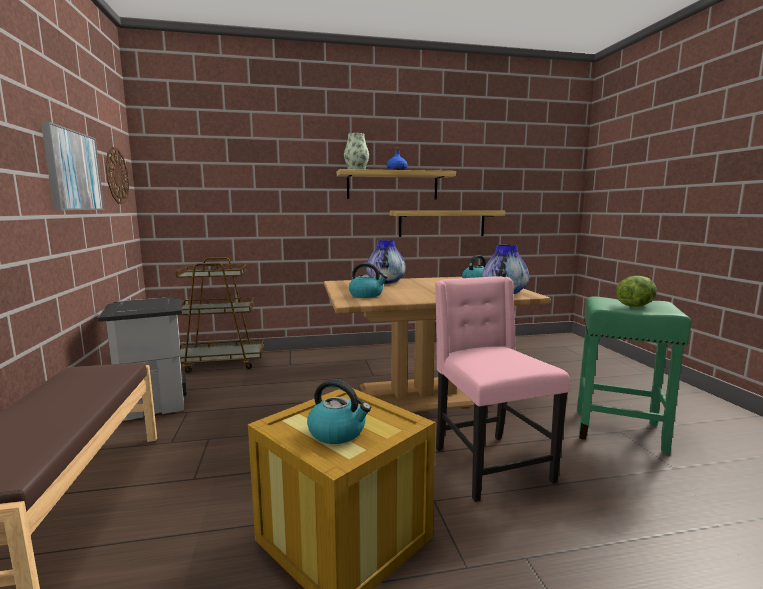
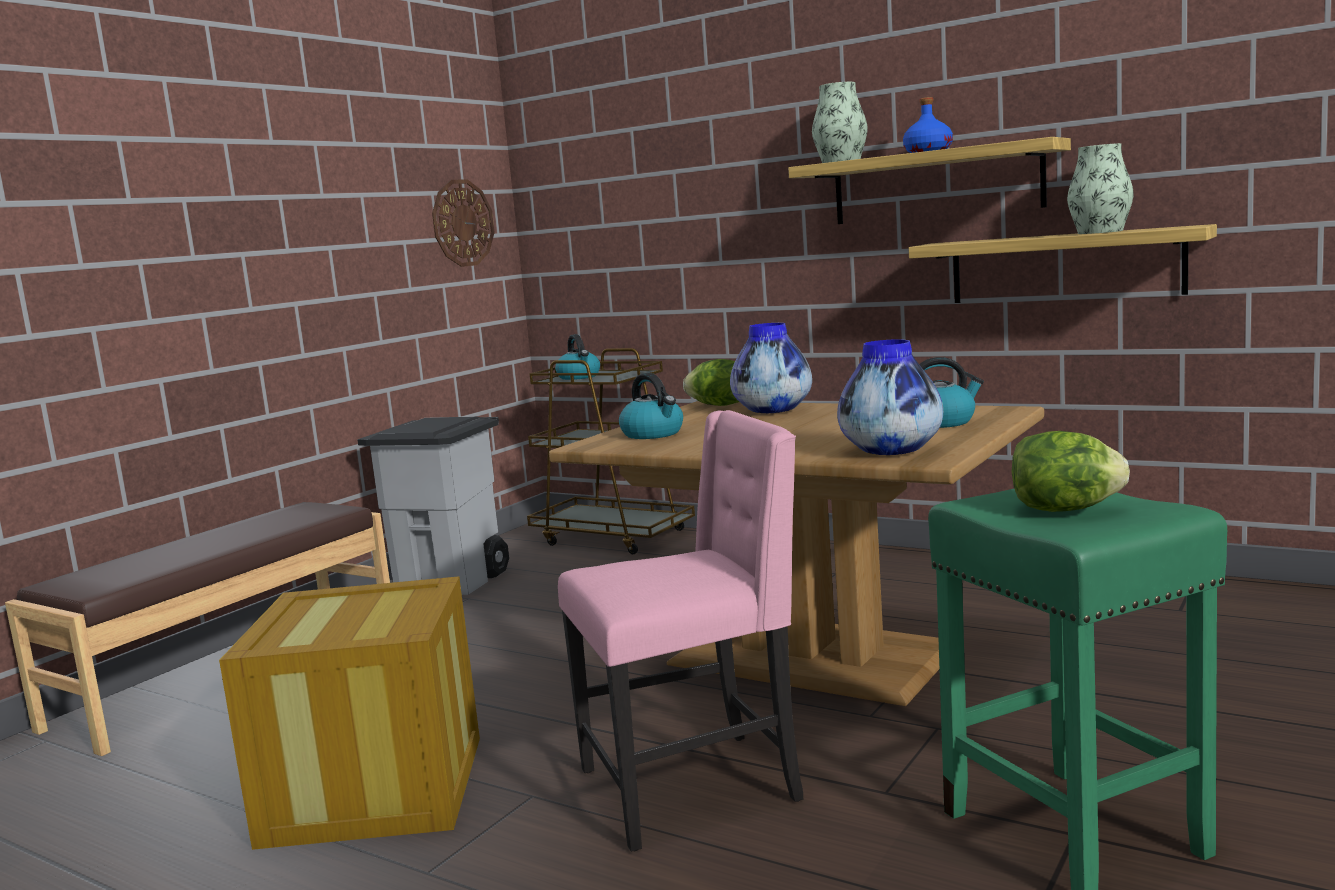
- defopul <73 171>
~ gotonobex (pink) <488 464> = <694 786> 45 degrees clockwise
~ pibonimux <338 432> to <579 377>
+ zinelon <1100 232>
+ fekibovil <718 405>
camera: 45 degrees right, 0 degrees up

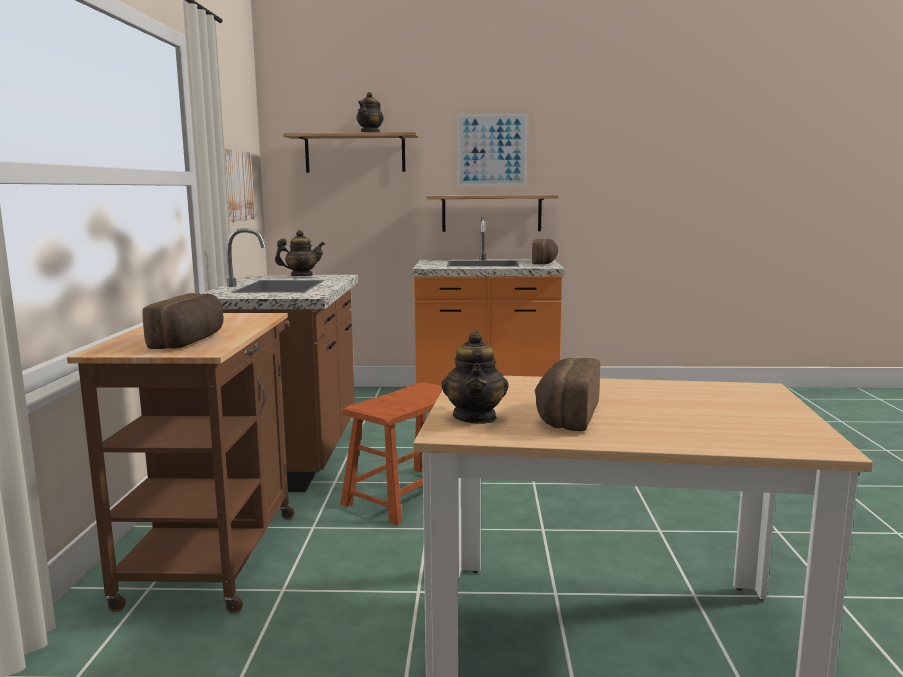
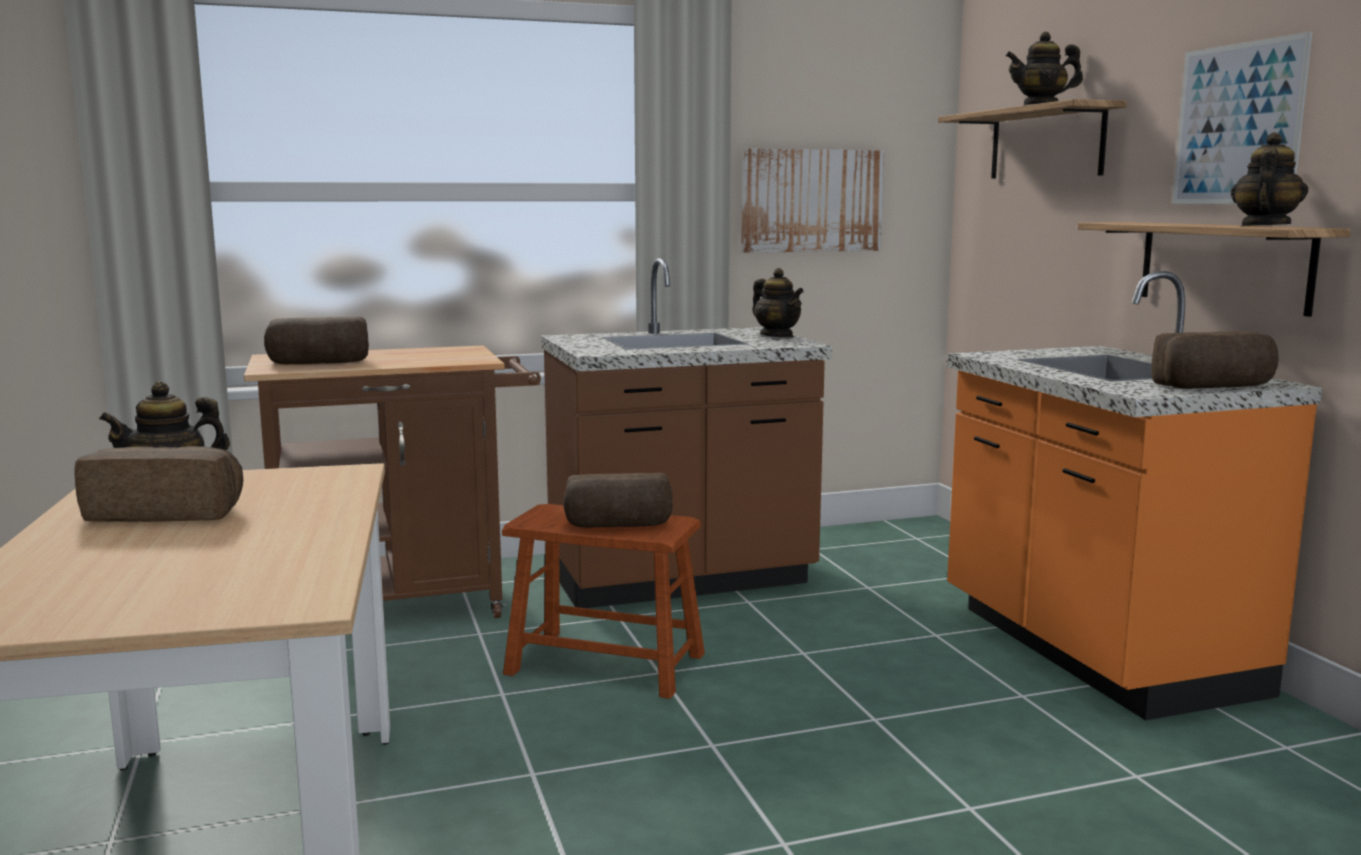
+ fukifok <1264 226>
+ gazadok <618 525>
camera: 70 degrees right, 0 degrees up

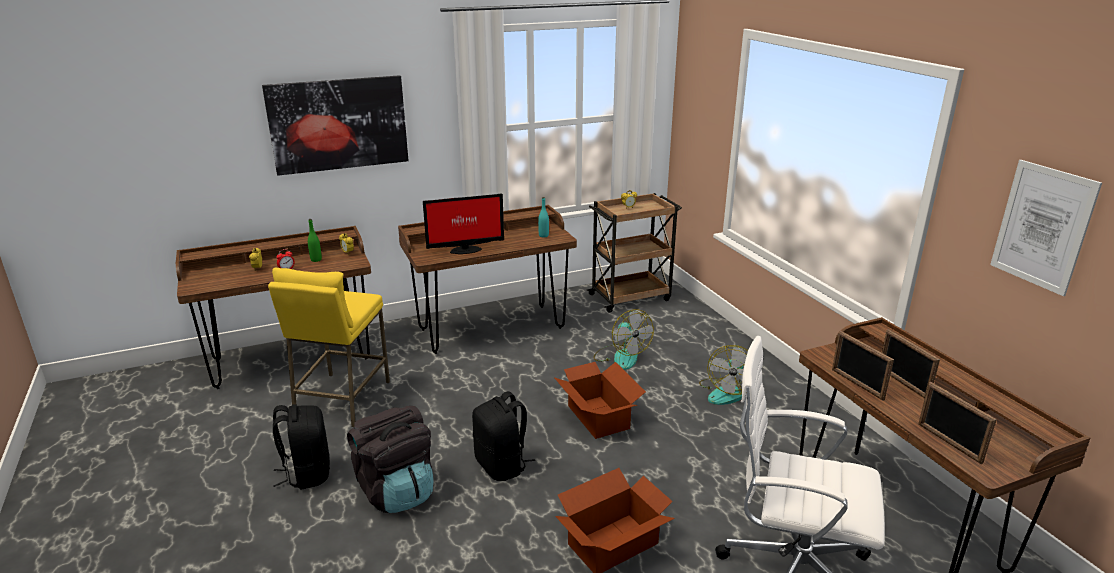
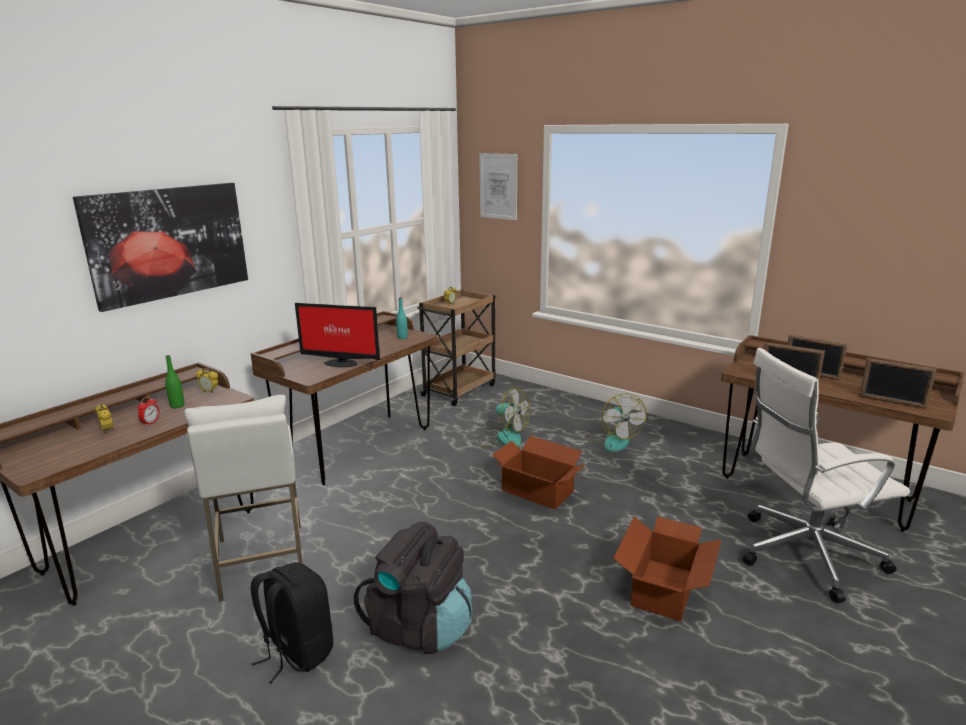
~ defopul <1042 226> to <498 186>
~ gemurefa <464 250> = <340 363> 60 degrees clockwise
~ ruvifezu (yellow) <342 400> to ruvifezu (white) <262 561>
- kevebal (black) <502 466>
camera: 30 degrees left, 5 degrees down

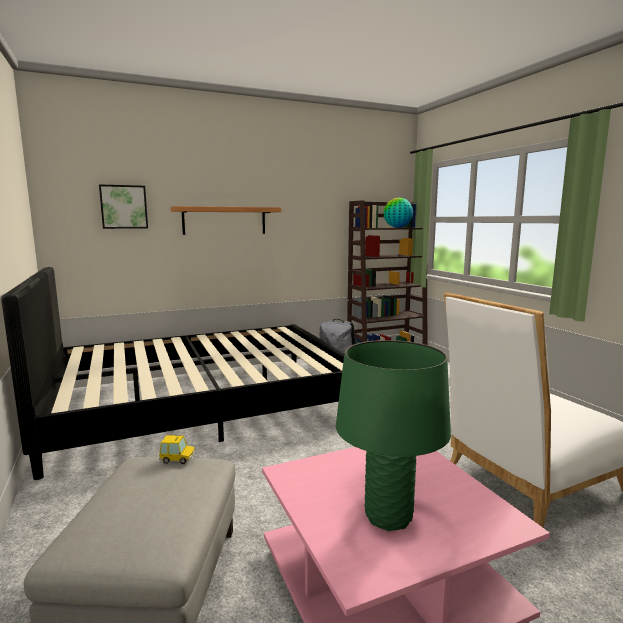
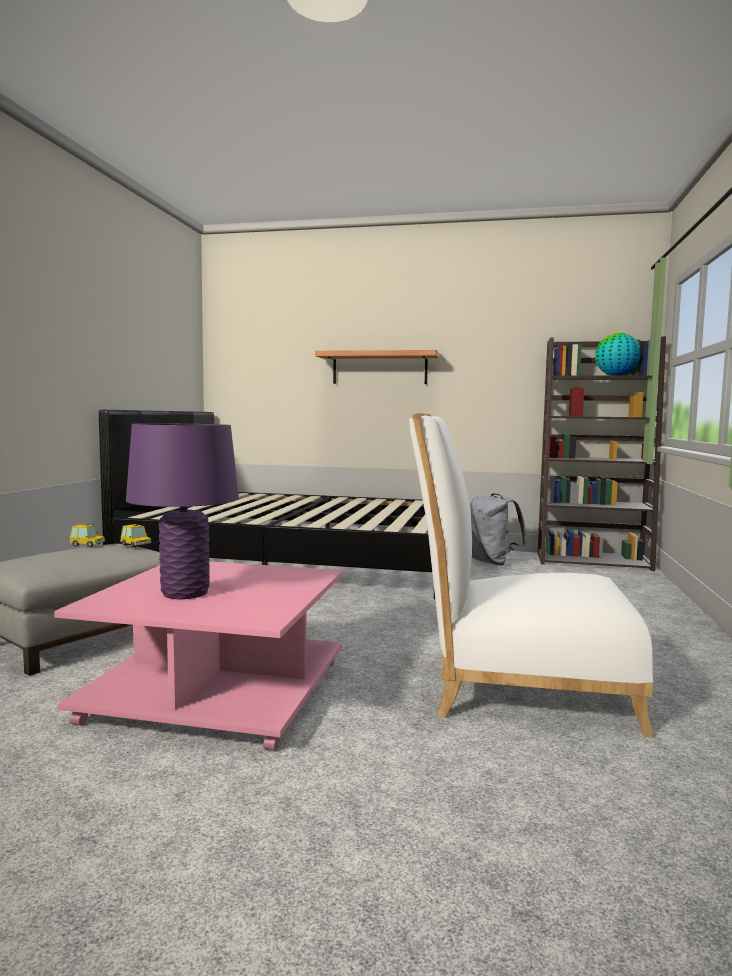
- defopul <124 207>
~ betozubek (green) <388 516> to betozubek (purple) <185 593>
+ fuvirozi <87 545>
camera: 35 degrees right, 5 degrees down

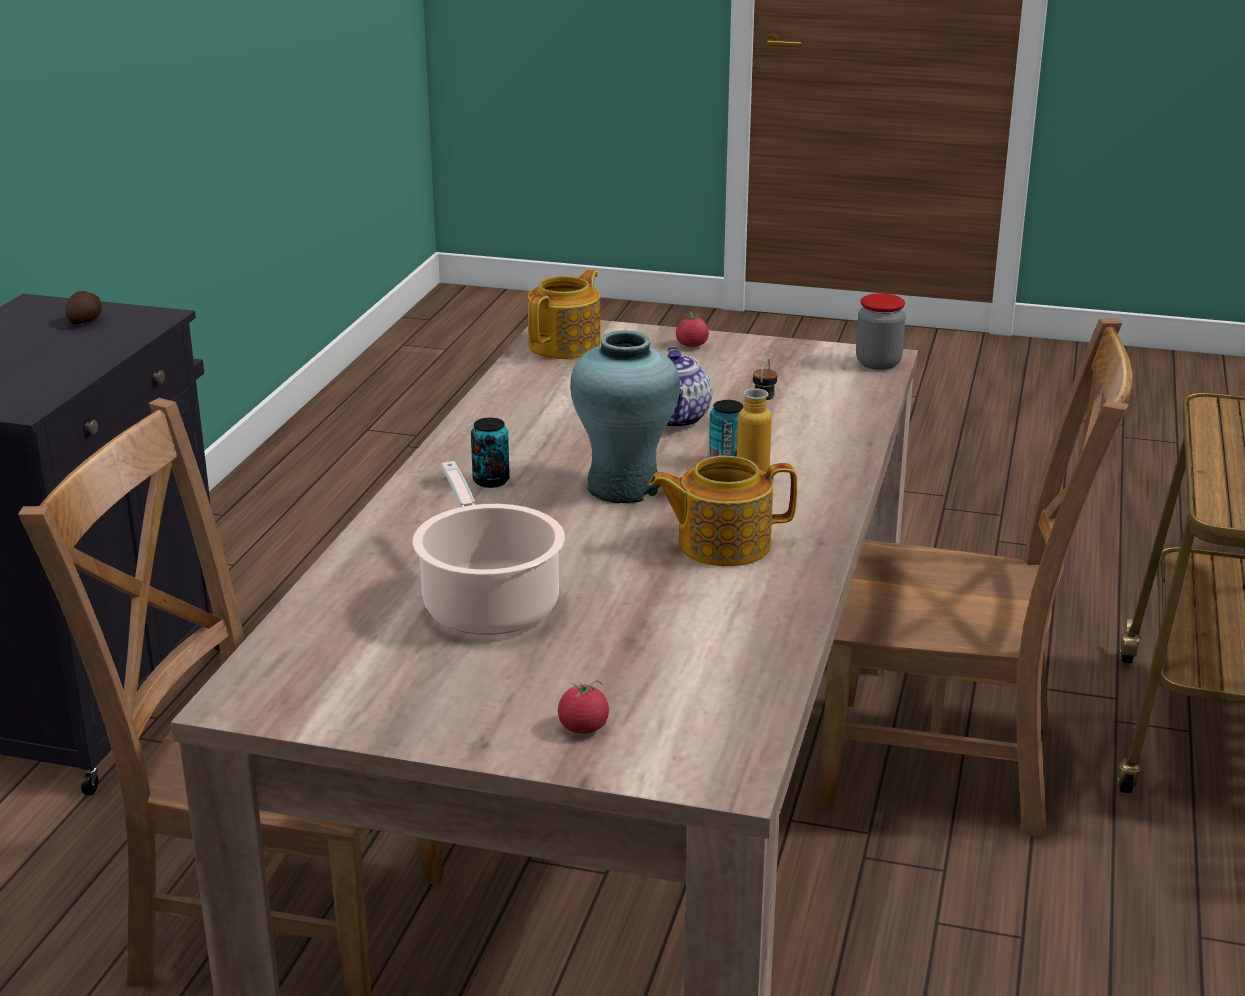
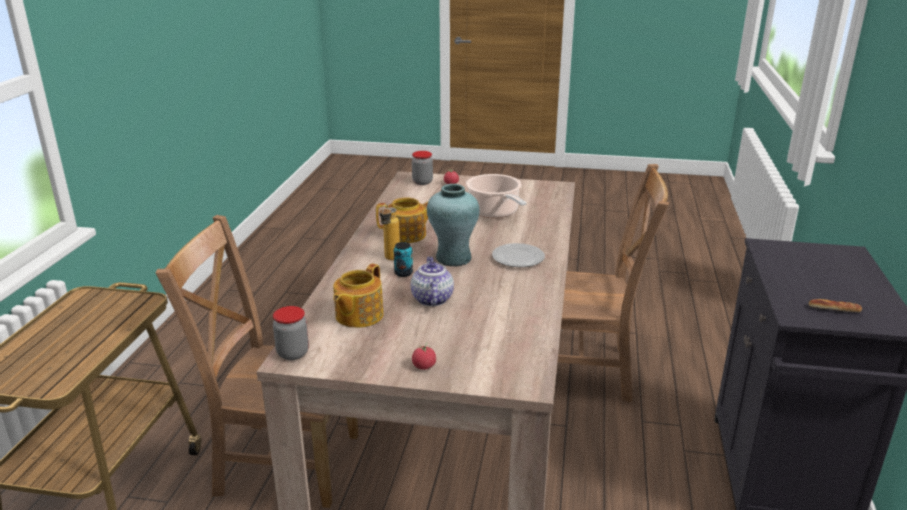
~ fukifok <566 345> to <358 316>
~ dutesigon <86 321> to gazadok <834 309>
~ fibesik <491 481> to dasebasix <517 258>
+ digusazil <422 182>
camera: 175 degrees right, 0 degrees up

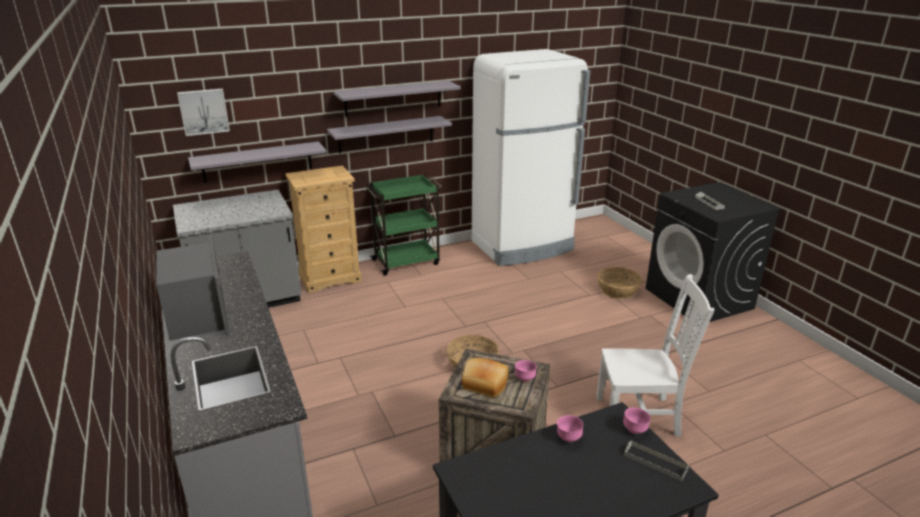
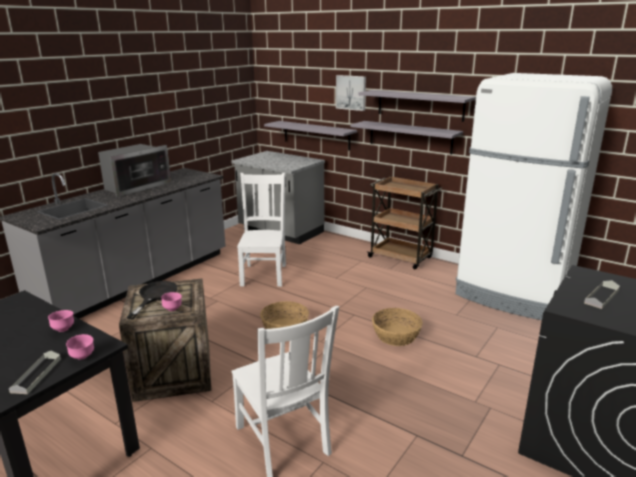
~ defopul <203 111> to <351 92>
- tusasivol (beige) <330 278>
~ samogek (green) <407 261> to samogek (brown) <401 258>
~ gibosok <617 290> to <396 335>
~ gazadok <484 385> to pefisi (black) <155 296>
+ gotonobex (white) <264 274>
camera: 60 degrees right, 5 degrees down

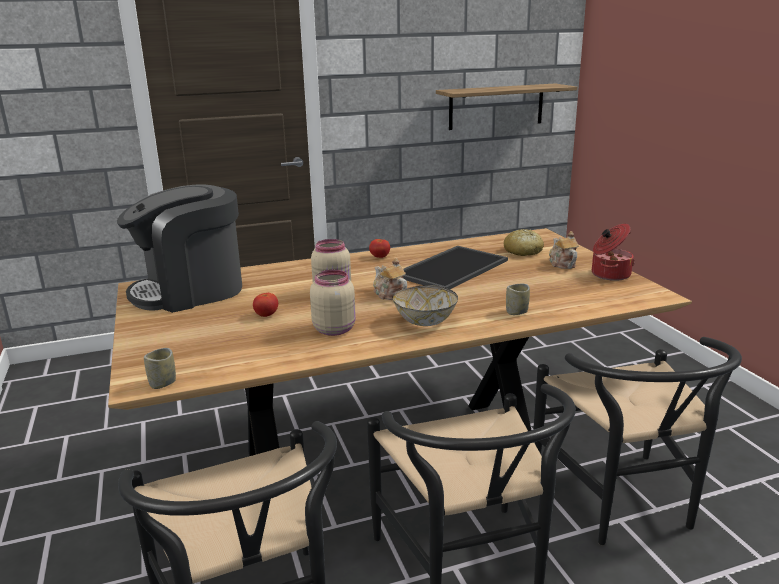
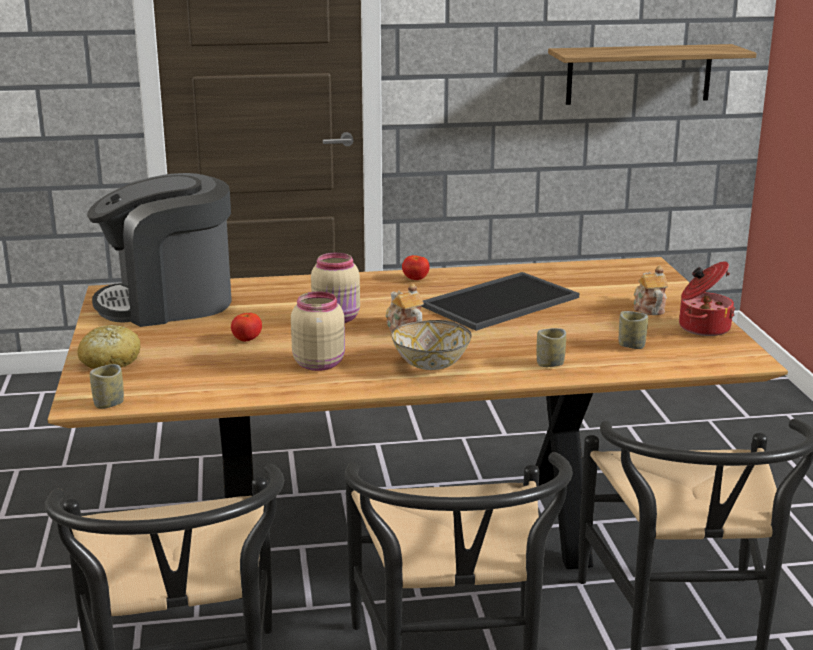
~ gazadok <523 251> to <110 360>
+ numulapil <631 345>
camera: 10 degrees right, 0 degrees up

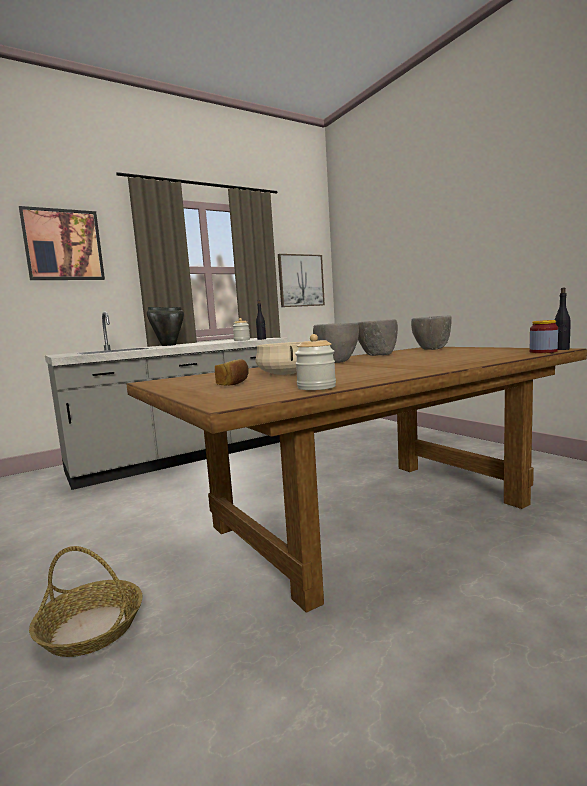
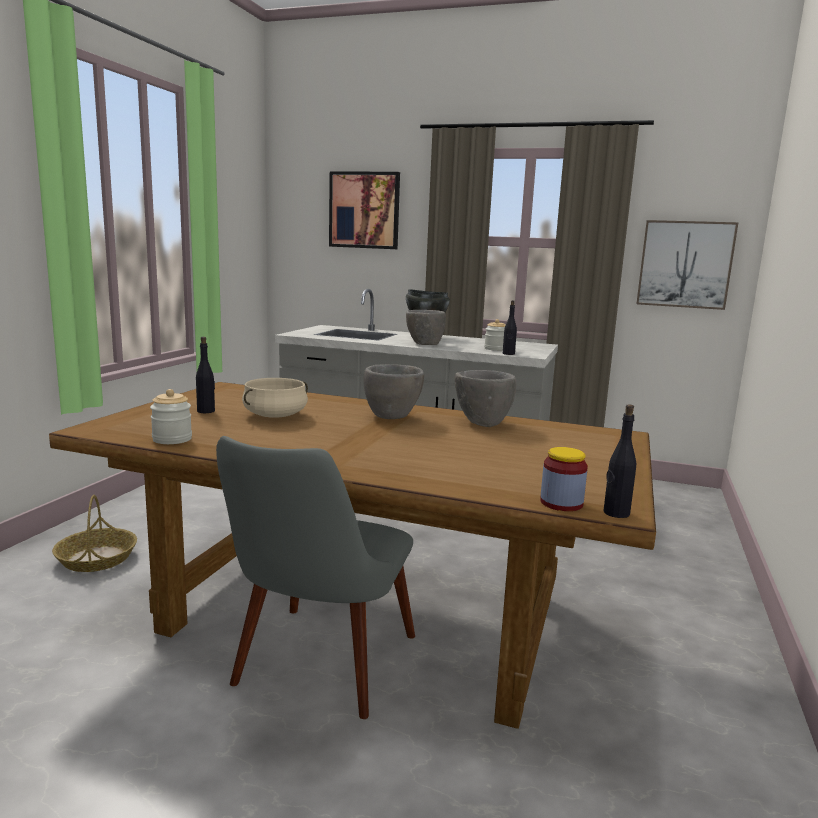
~ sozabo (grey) <432 349> to <424 344>
~ gazadok <234 383> to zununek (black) <206 411>
+ gotonobex (grey) <316 672>
camera: 50 degrees right, 5 degrees up

